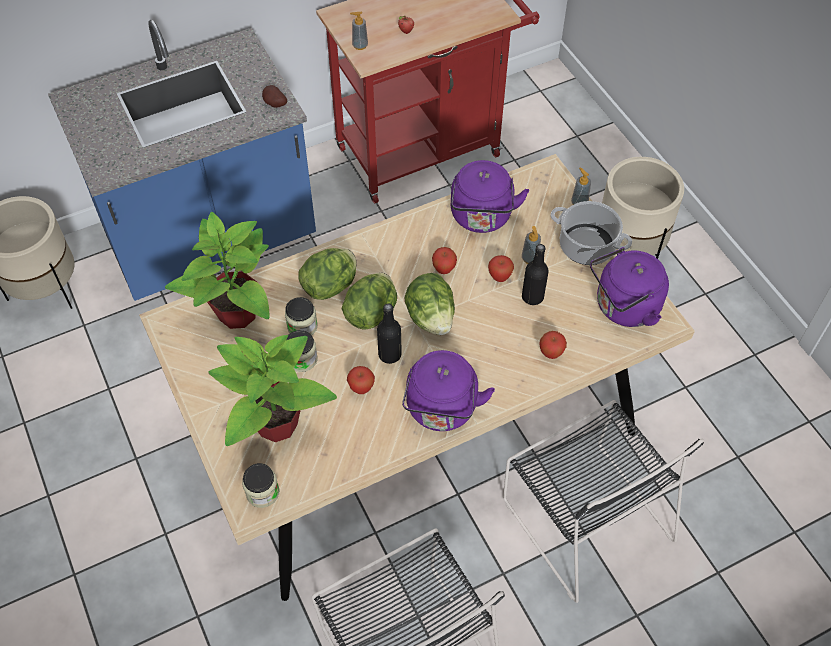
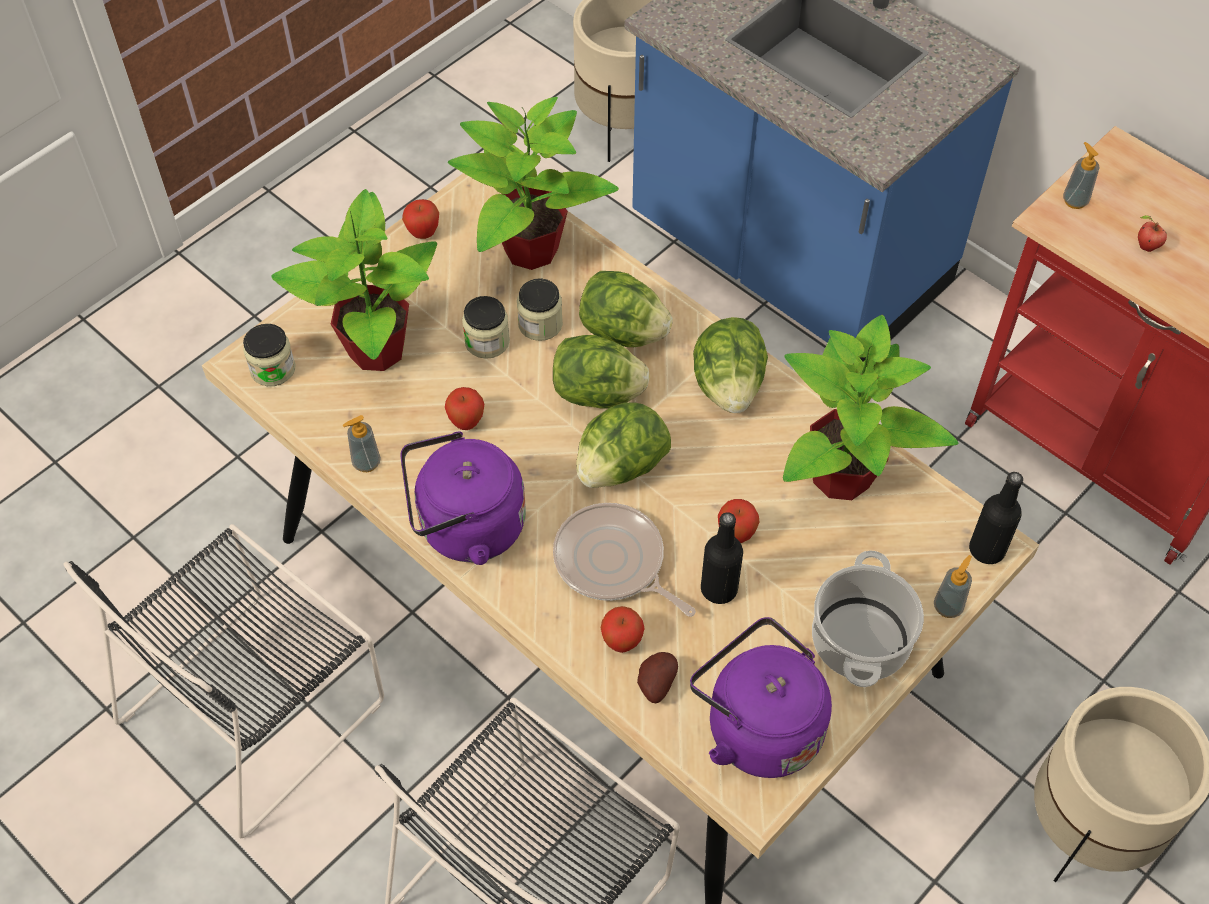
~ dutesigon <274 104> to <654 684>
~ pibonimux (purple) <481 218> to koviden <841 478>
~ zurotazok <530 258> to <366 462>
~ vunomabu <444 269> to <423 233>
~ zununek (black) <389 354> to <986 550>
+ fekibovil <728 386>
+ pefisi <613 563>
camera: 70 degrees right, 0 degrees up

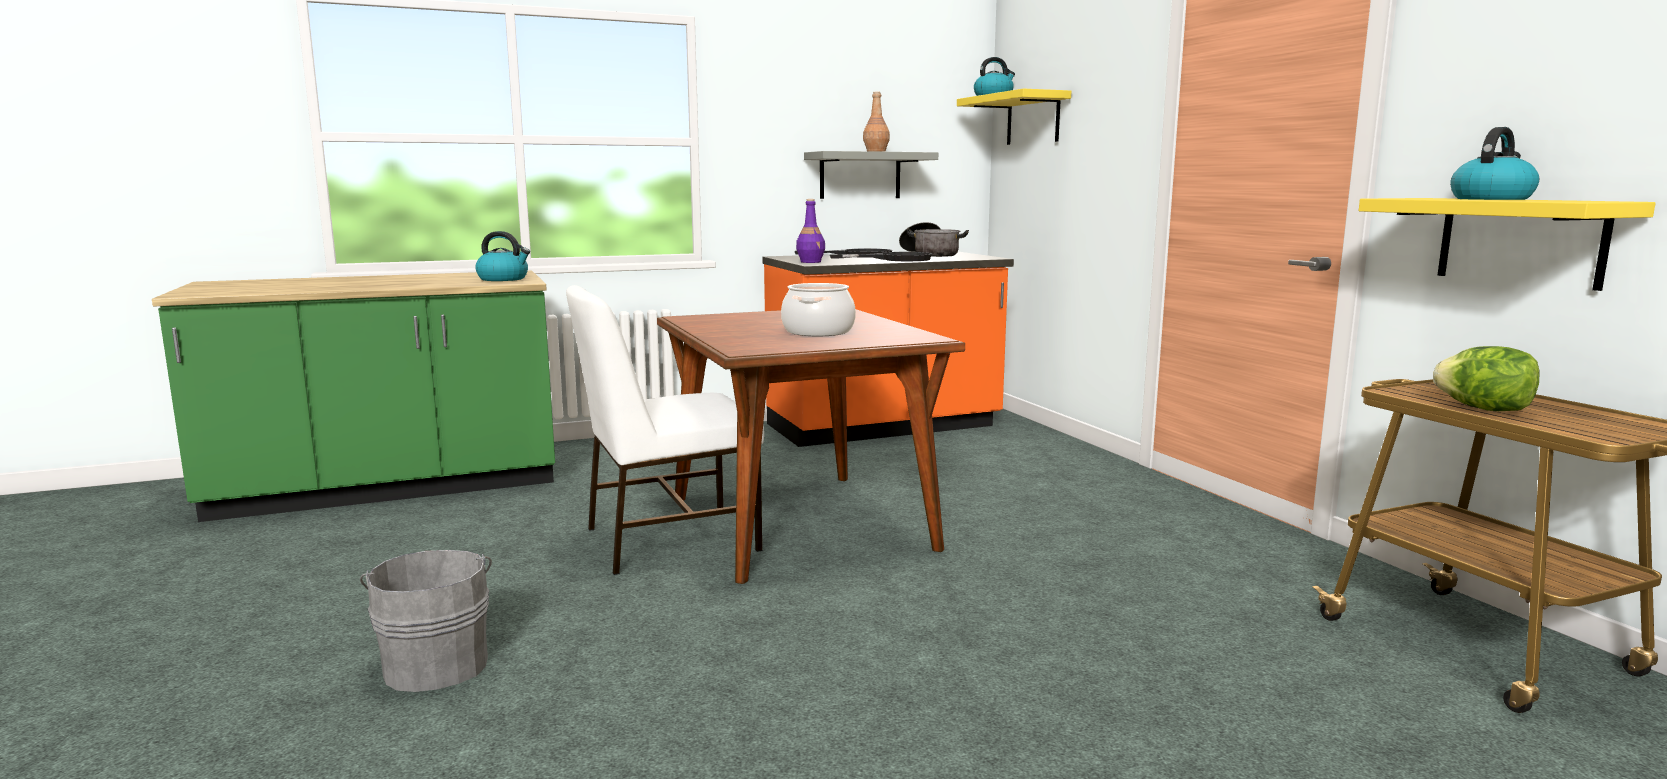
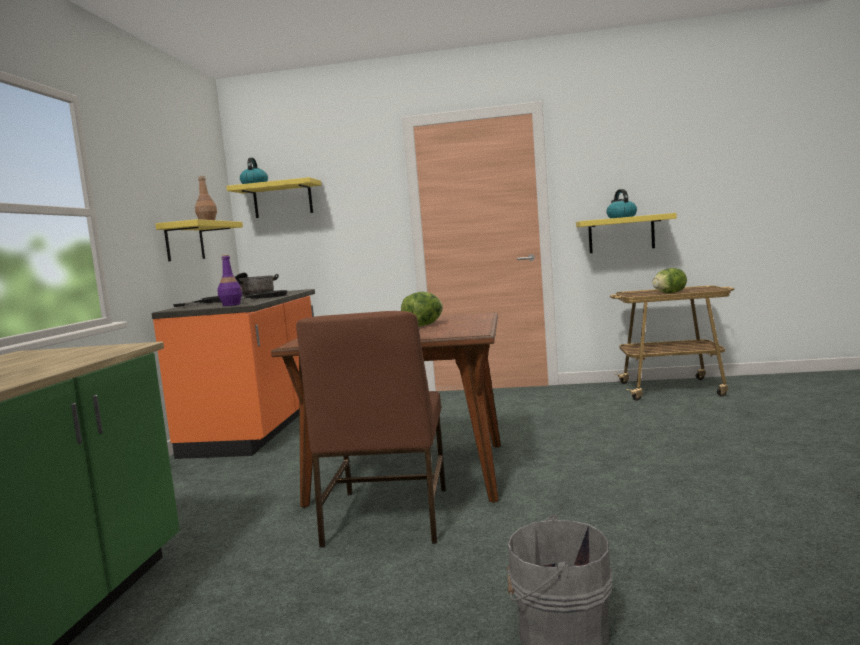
~ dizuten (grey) <860 175> to dizuten (yellow) <184 242>
- pibonimux <504 279>
~ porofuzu <818 332> to fekibovil <424 325>
~ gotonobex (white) <668 539> to gotonobex (brown) <386 517>
camera: 60 degrees left, 5 degrees down

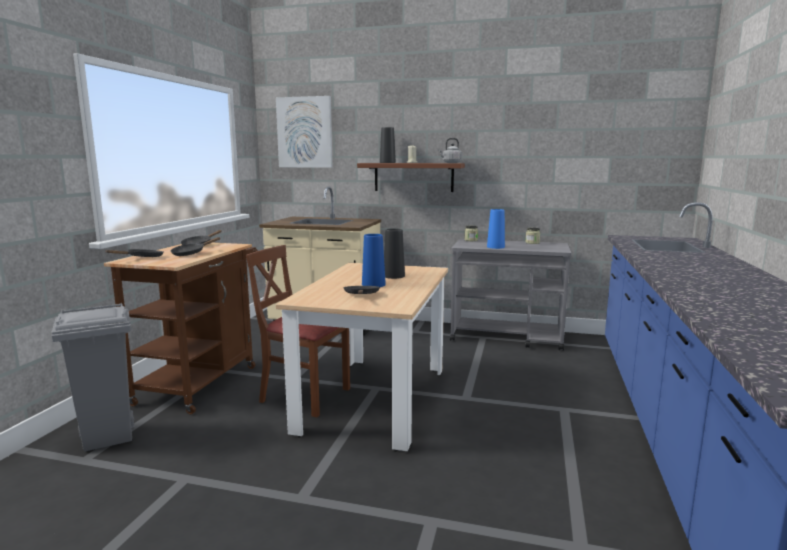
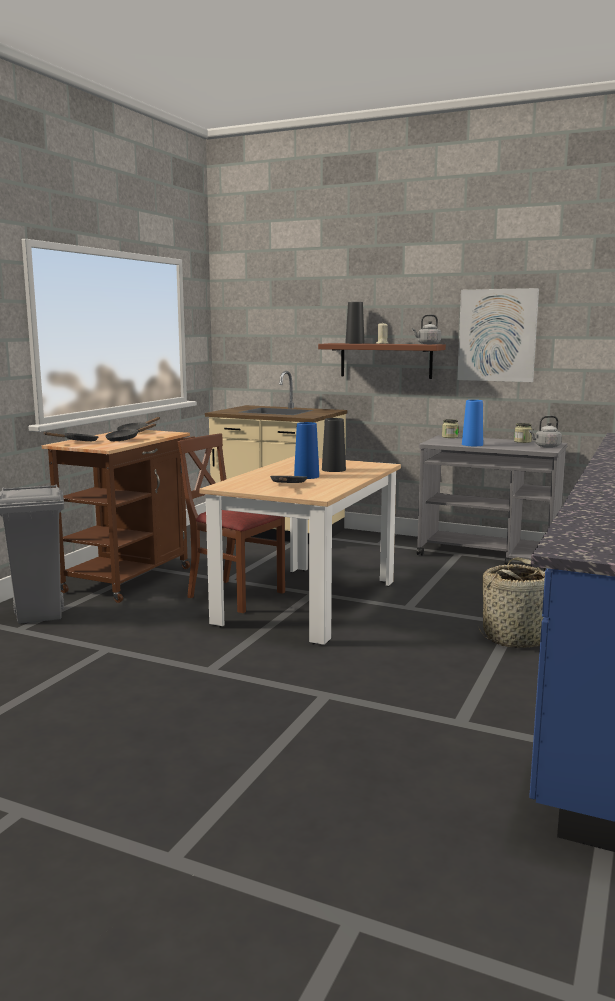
~ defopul <305 132> to <497 335>
+ pibonimux (grey) <546 446>
+ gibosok <516 638>
camera: 10 degrees right, 0 degrees up

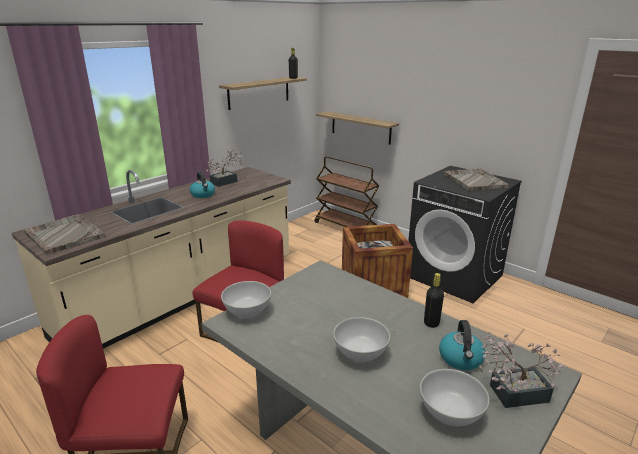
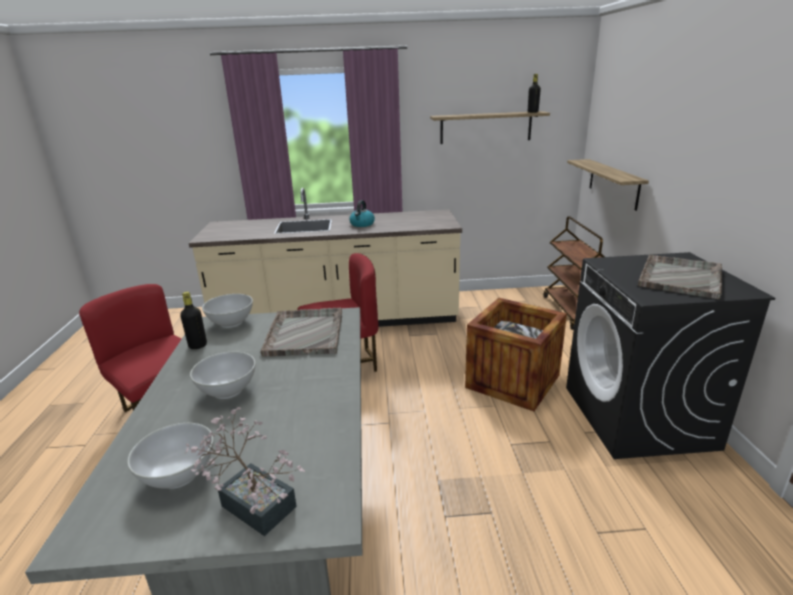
- koviden <226 181>
~ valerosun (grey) <64 235> to <305 333>
~ zununek (black) <431 323> to <198 345>
- pibonimux <461 359>
camera: 45 degrees right, 0 degrees up

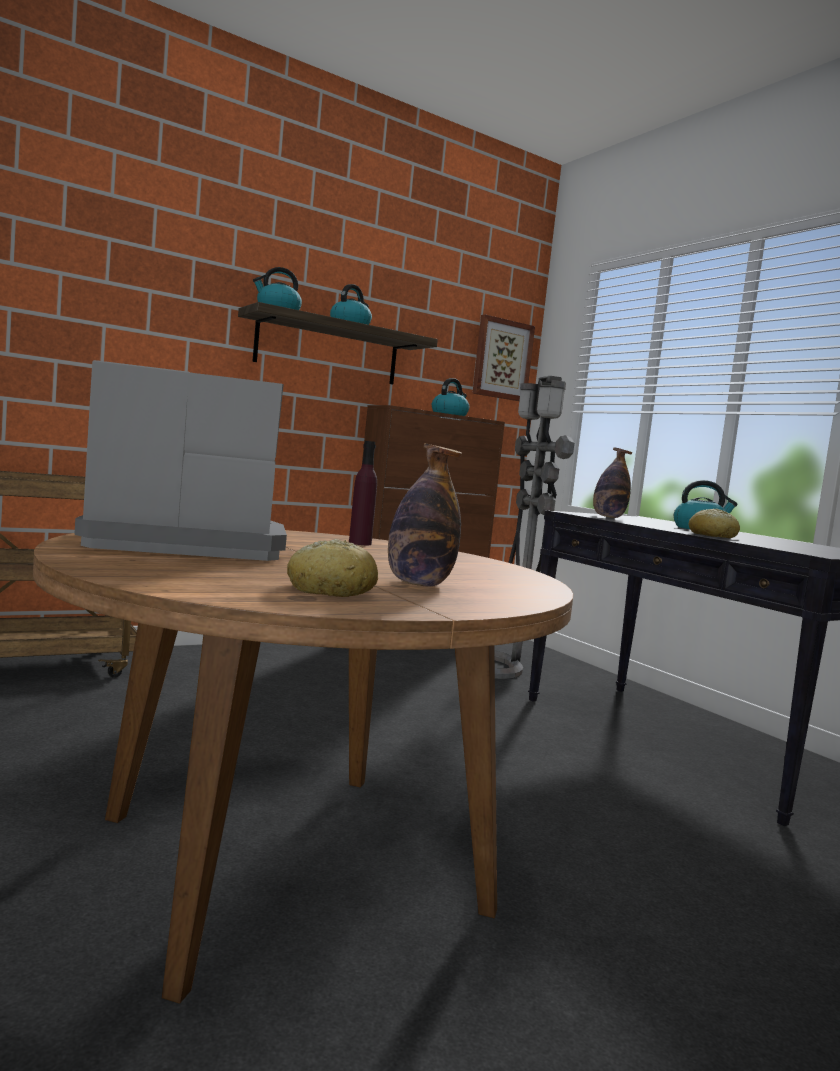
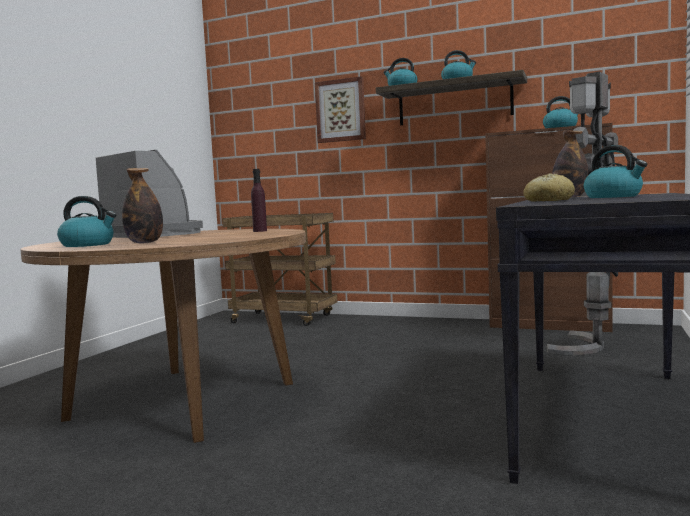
~ defopul <502 359> to <341 110>
~ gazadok <330 590> to pibonimux <88 245>
camera: 55 degrees right, 0 degrees up

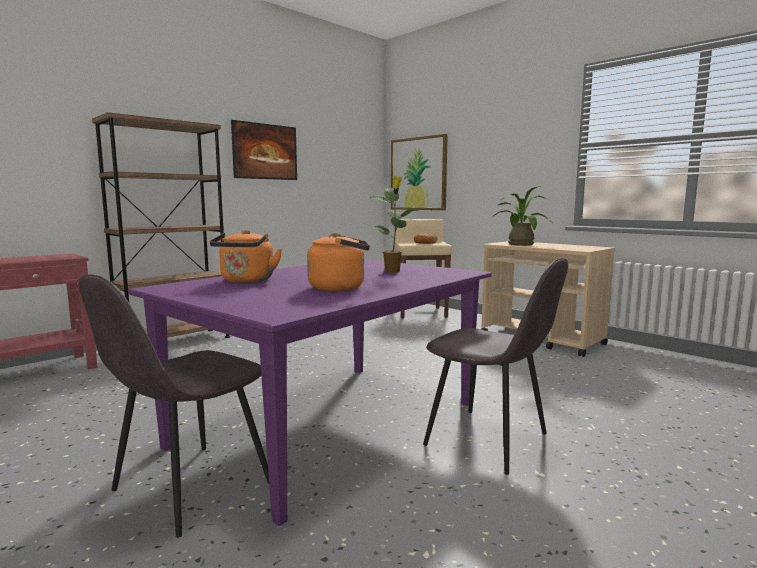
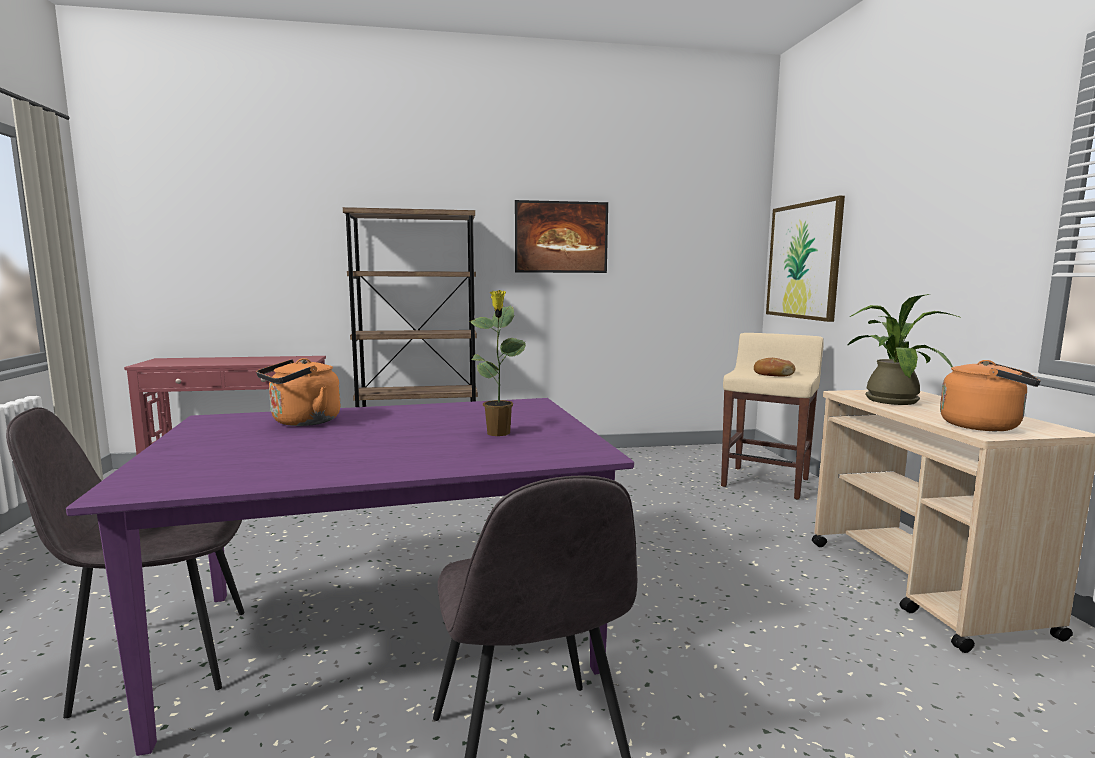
~ pibonimux (orange) <340 287> to <984 426>
camera: 35 degrees right, 0 degrees up

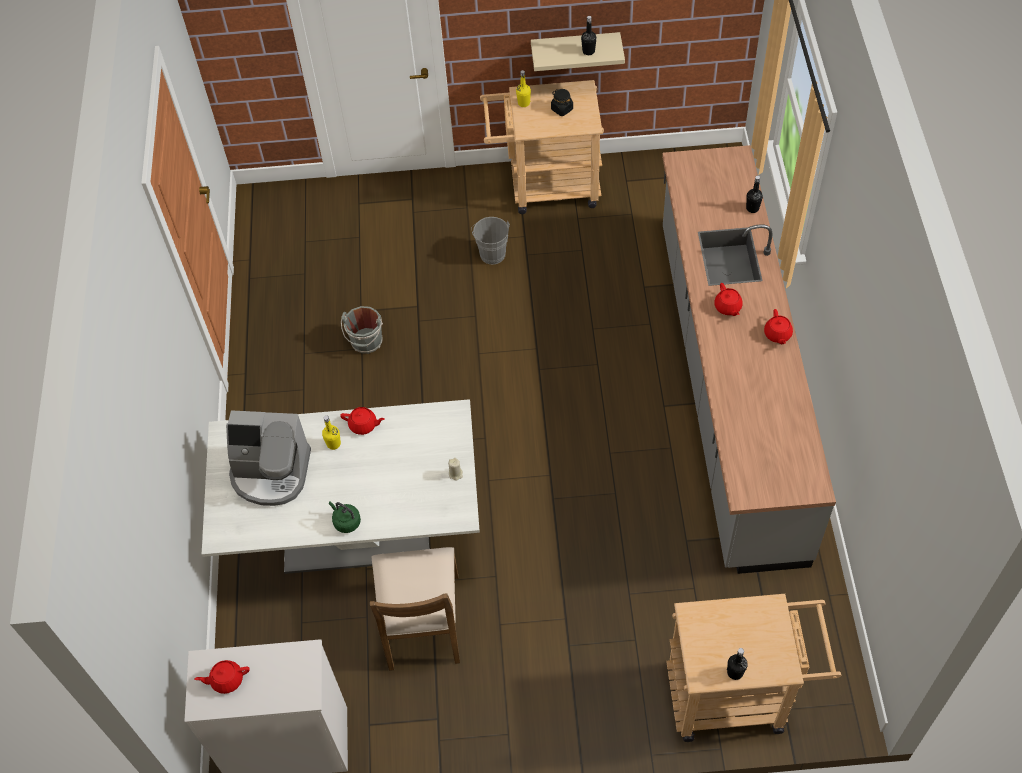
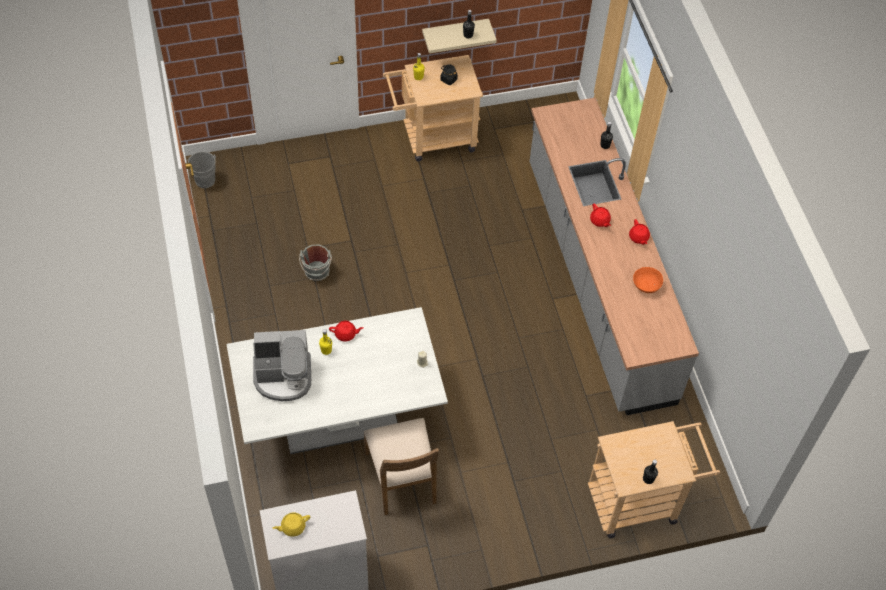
~ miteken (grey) <491 252> to <204 179>
- pibonimux (green) <346 522>
~ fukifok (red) <226 680> to fukifok (yellow) <292 527>
+ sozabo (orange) <646 285>
camera: 15 degrees left, 0 degrees up

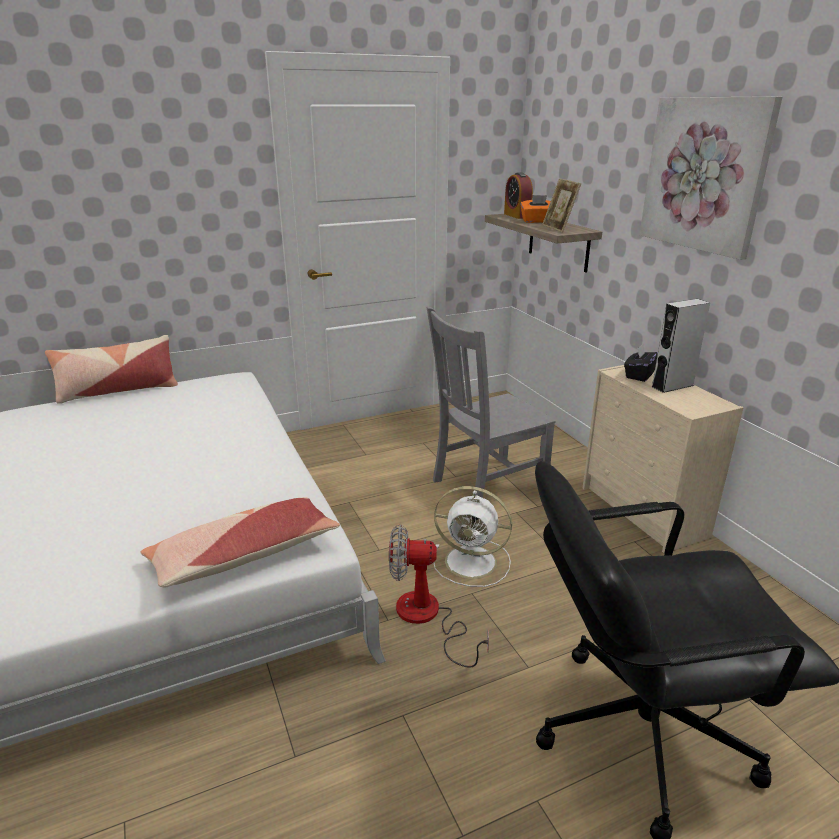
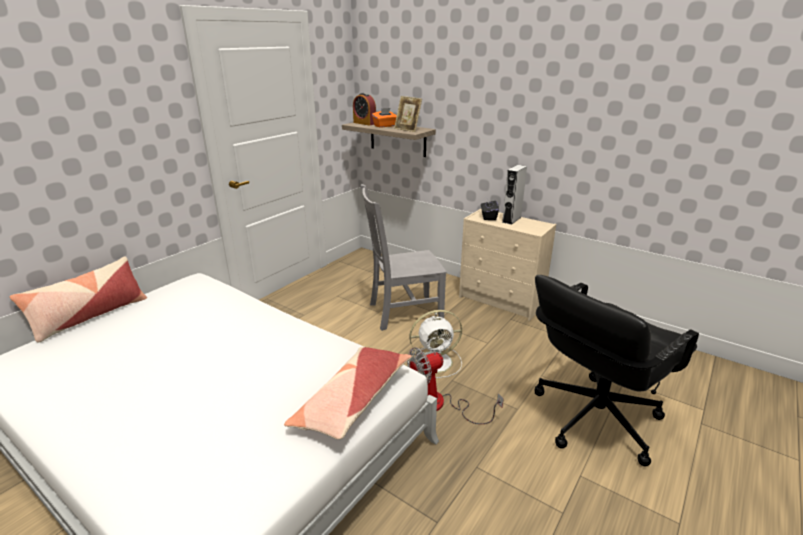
- defopul <705 175>
~ gotonobex (grey) <485 486> = <402 312> 45 degrees clockwise
camera: 30 degrees left, 0 degrees up

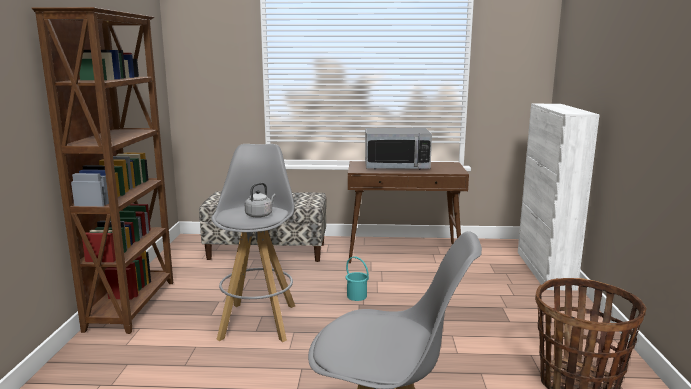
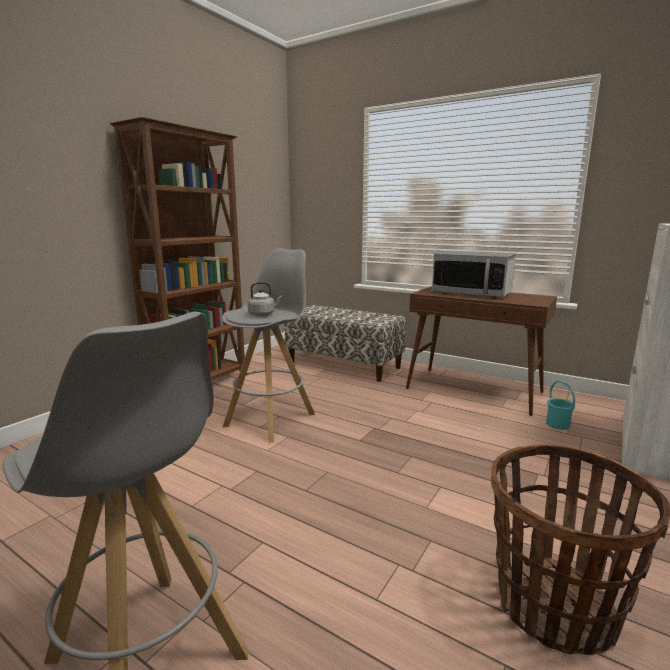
~ miteken (turquoise) <357 296> to <558 424>
camera: 30 degrees right, 0 degrees up

